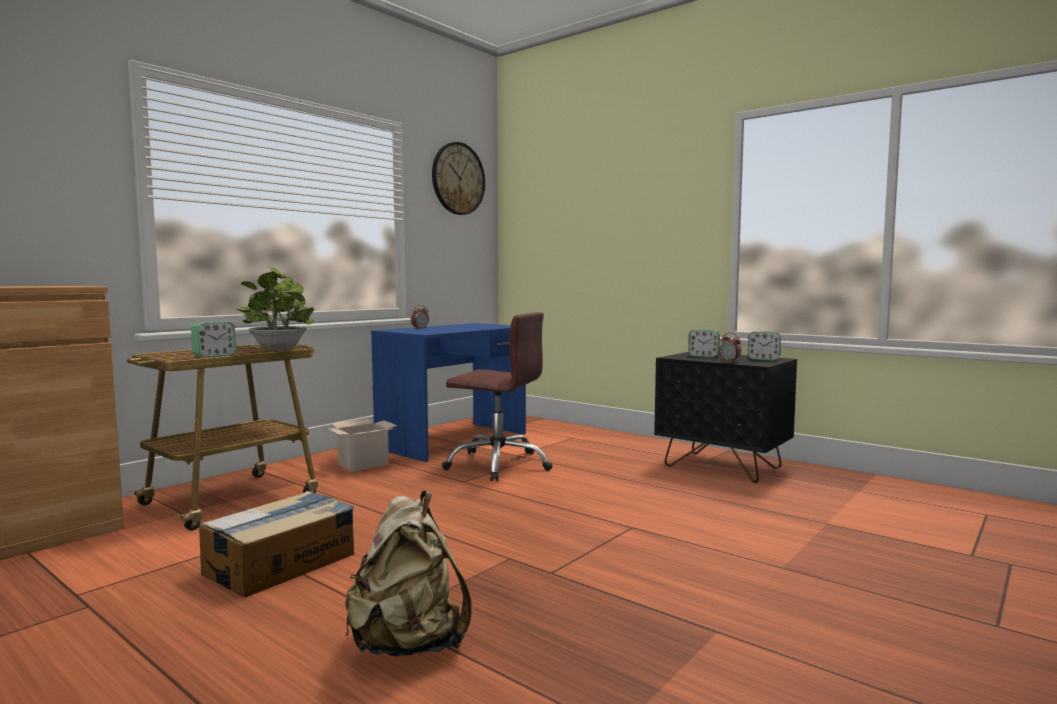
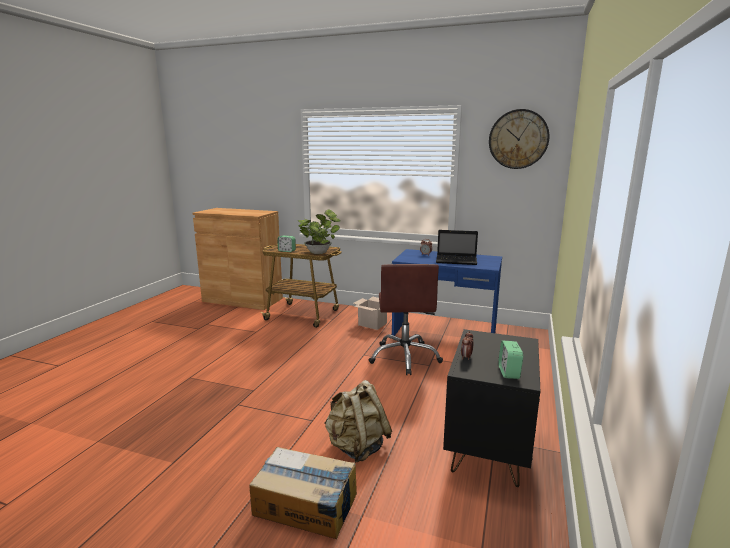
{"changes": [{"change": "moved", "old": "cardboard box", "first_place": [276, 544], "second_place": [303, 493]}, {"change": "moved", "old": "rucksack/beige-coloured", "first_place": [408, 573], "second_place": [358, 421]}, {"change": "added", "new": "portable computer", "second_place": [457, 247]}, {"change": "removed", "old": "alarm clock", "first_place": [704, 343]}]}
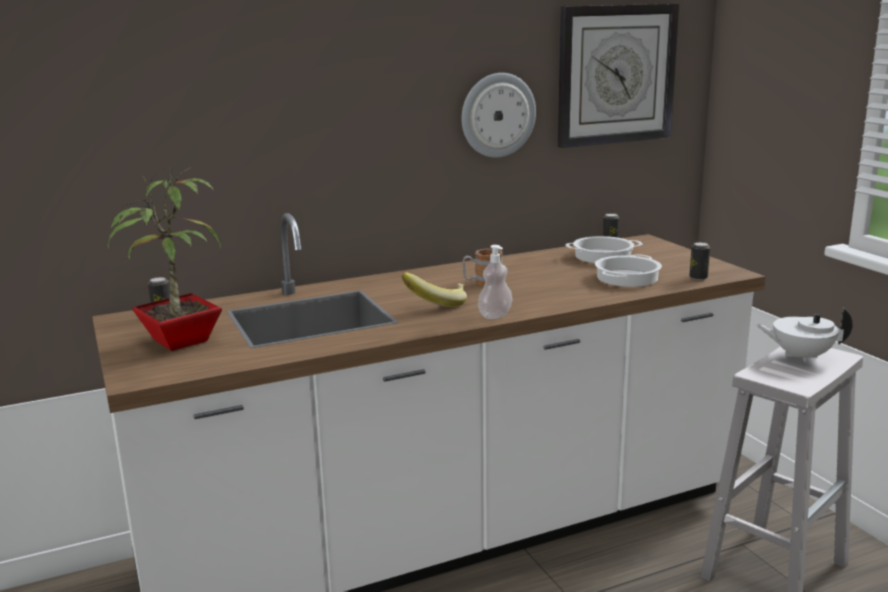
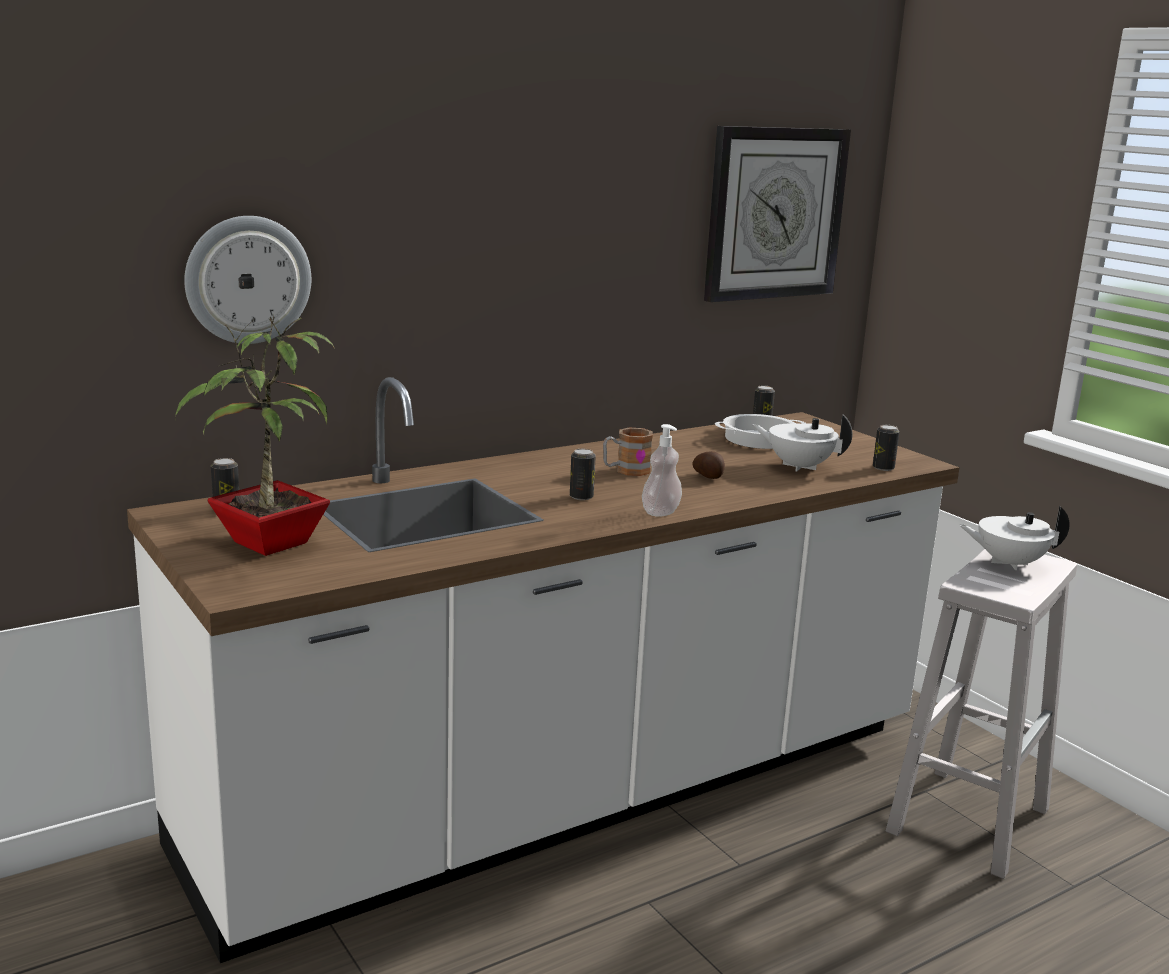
{"changes": [{"change": "moved", "old": "wall clock", "first_place": [498, 115], "second_place": [247, 280]}, {"change": "replaced", "old": "banana", "new": "metal can", "first_place": [434, 289], "second_place": [583, 474]}, {"change": "added", "new": "whole potato", "second_place": [709, 465]}, {"change": "replaced", "old": "cooking pot", "new": "pot for tea/whitish", "first_place": [628, 270], "second_place": [802, 443]}]}
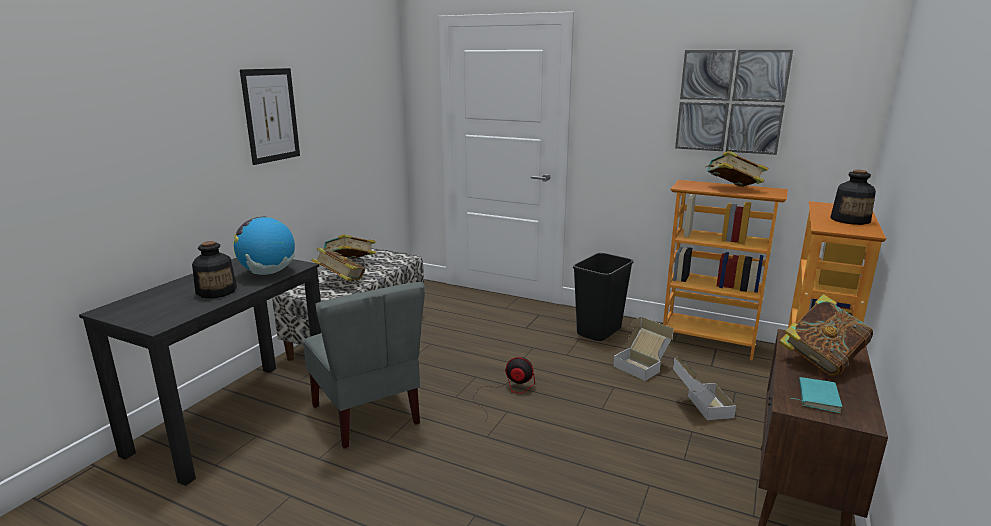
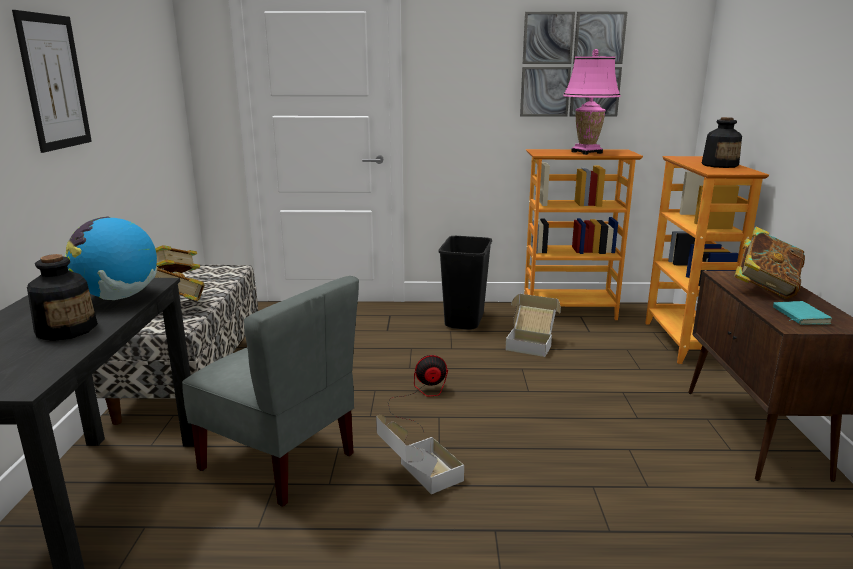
{"changes": [{"change": "moved", "old": "cardboard box", "first_place": [704, 388], "second_place": [420, 454]}, {"change": "replaced", "old": "bound book", "new": "tabletop lamp/pink-coloured", "first_place": [737, 169], "second_place": [592, 102]}]}
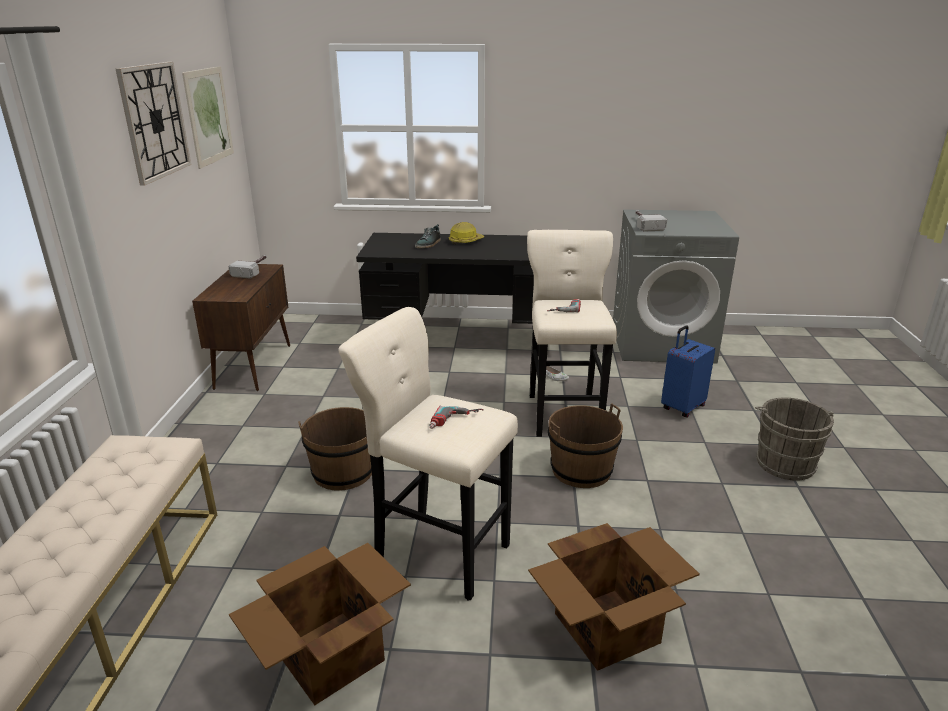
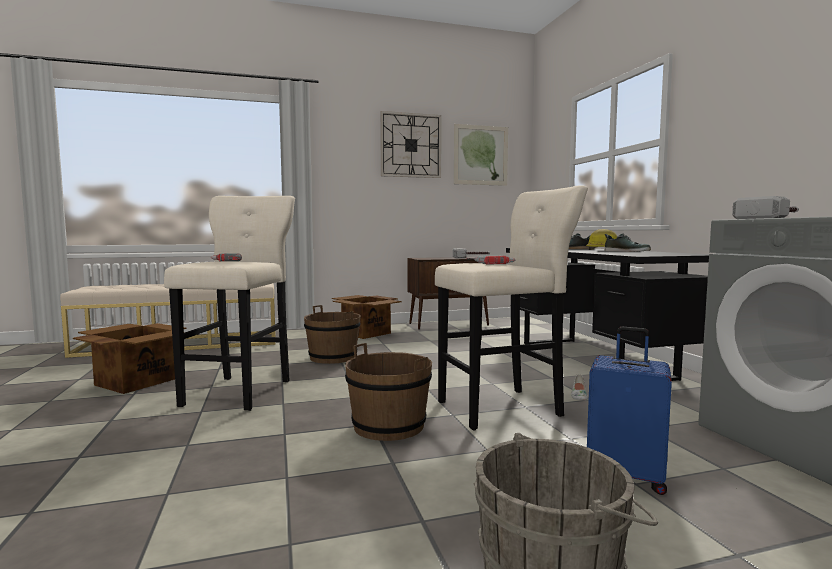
{"changes": [{"change": "moved", "old": "cardboard box", "first_place": [614, 597], "second_place": [367, 317]}, {"change": "added", "new": "item of footwear", "second_place": [628, 242]}]}
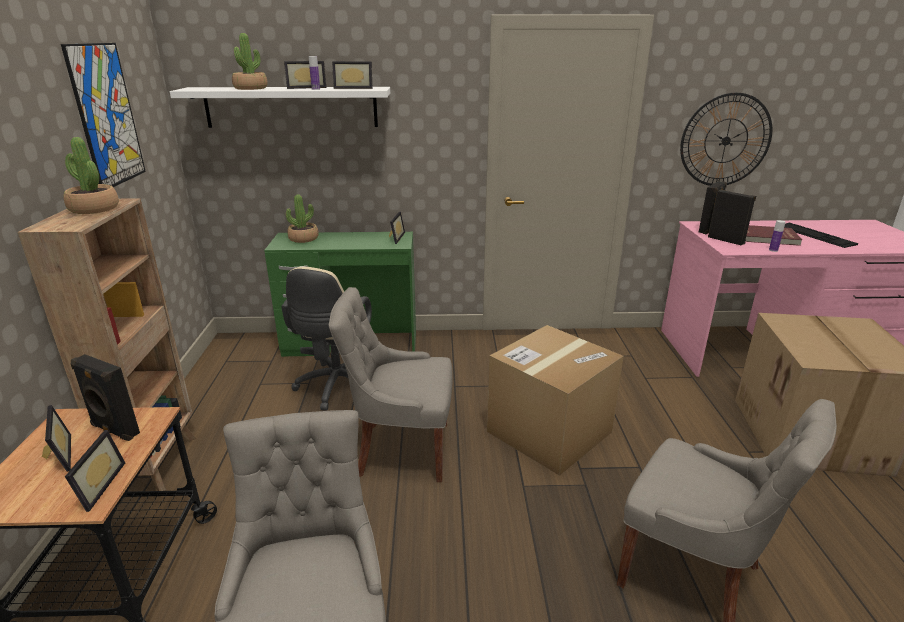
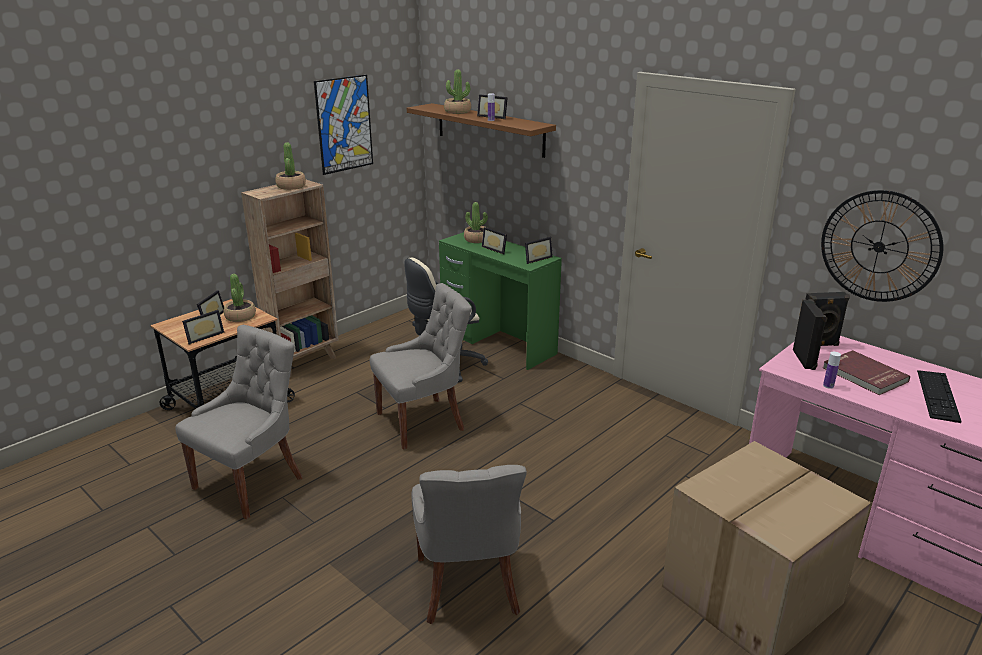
{"changes": [{"change": "replaced", "old": "audio speaker/black-coloured", "new": "houseplant", "first_place": [105, 397], "second_place": [240, 298]}, {"change": "turned", "old": "chair/grey", "first_place": [391, 384], "second_place": [421, 366], "degrees": 105}, {"change": "recoloured", "old": "shelf/whitish", "new": "shelf/brownish", "first_place": [280, 107], "second_place": [481, 130]}, {"change": "moved", "old": "standing frame", "first_place": [352, 75], "second_place": [494, 240]}, {"change": "removed", "old": "cardboard box", "first_place": [555, 400]}]}
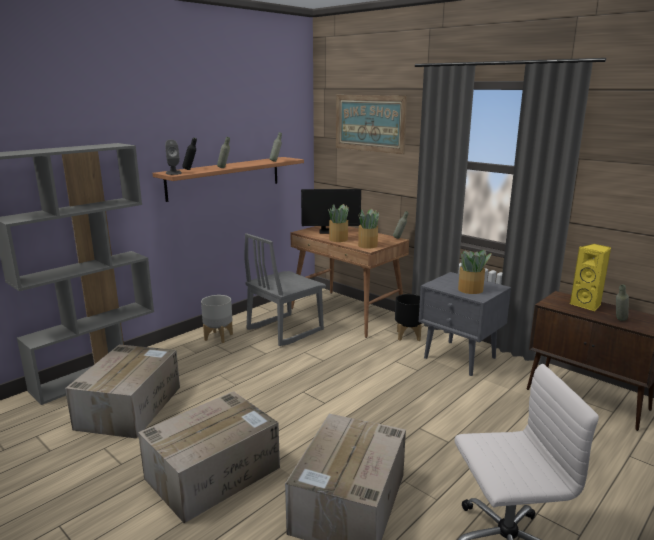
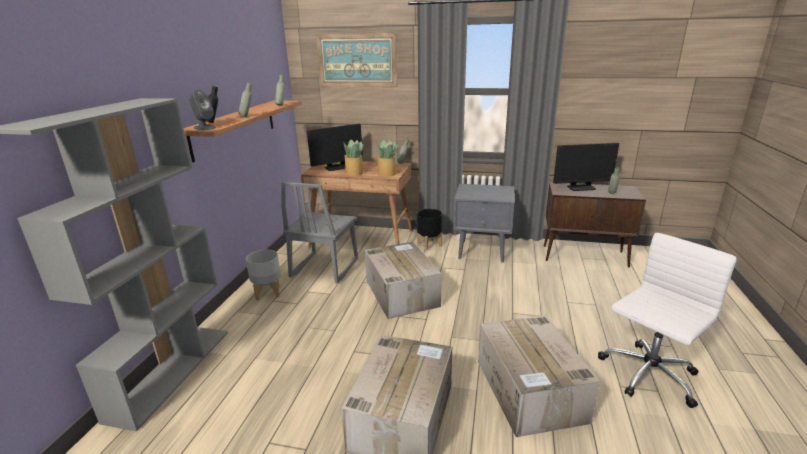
{"changes": [{"change": "moved", "old": "cardboard box", "first_place": [122, 392], "second_place": [403, 280]}, {"change": "replaced", "old": "audio speaker/yellow", "new": "computer screen", "first_place": [590, 277], "second_place": [586, 167]}, {"change": "removed", "old": "houseplant", "first_place": [475, 272]}]}
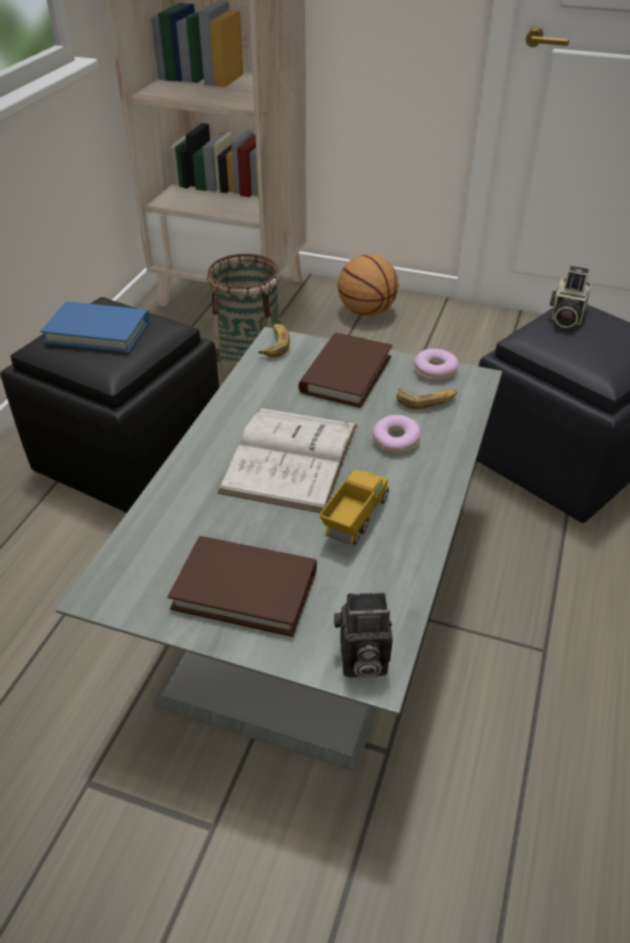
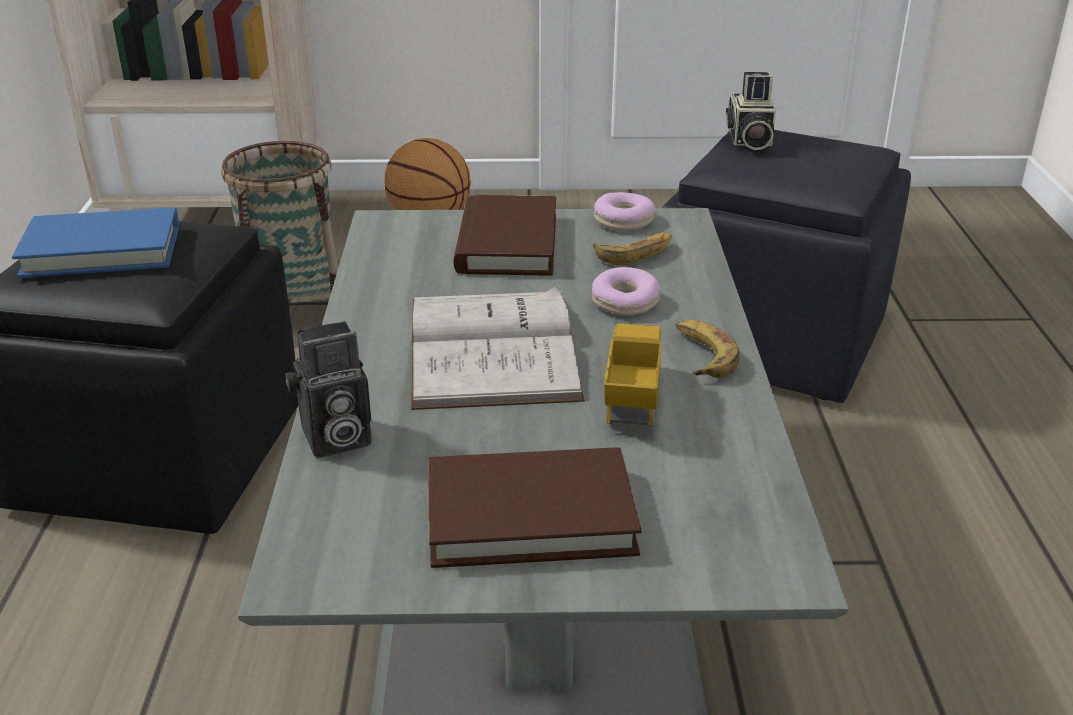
{"changes": [{"change": "moved", "old": "photo camera", "first_place": [363, 635], "second_place": [328, 389]}, {"change": "moved", "old": "banana", "first_place": [274, 341], "second_place": [708, 349]}]}
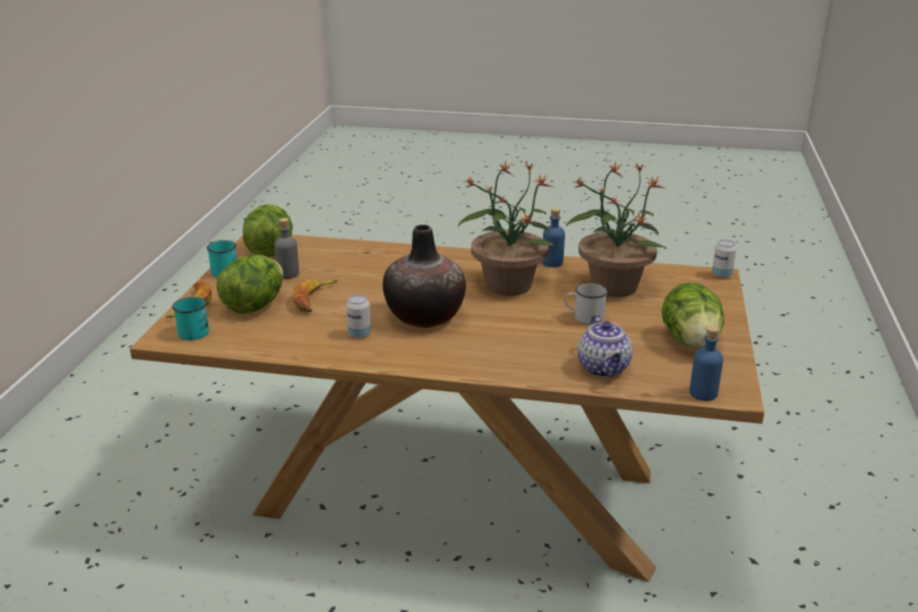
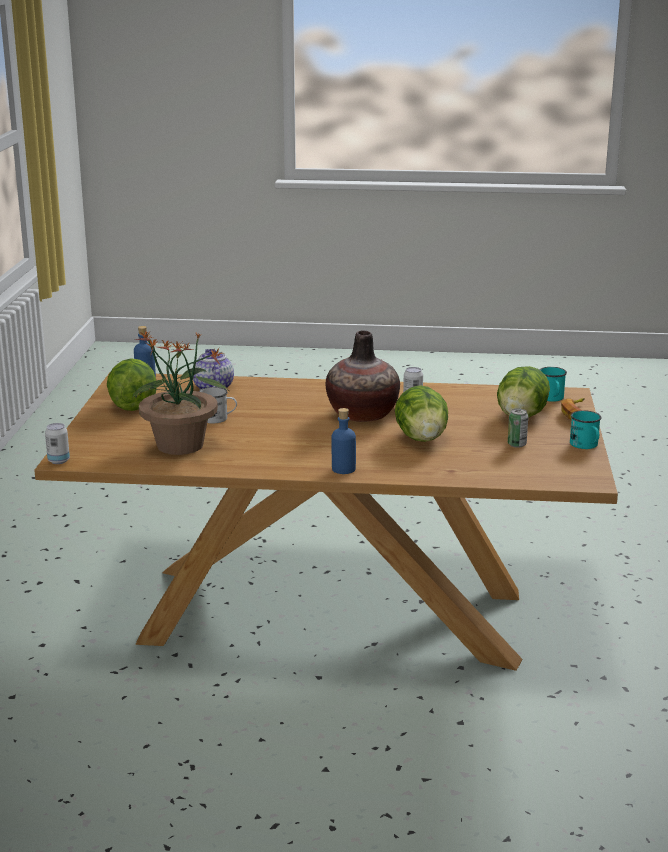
{"changes": [{"change": "moved", "old": "beverage bottle/blue-coloured", "first_place": [553, 237], "second_place": [344, 441]}, {"change": "moved", "old": "lettuce", "first_place": [268, 230], "second_place": [421, 413]}, {"change": "replaced", "old": "beverage bottle/grey", "new": "metal can", "first_place": [286, 248], "second_place": [518, 428]}, {"change": "removed", "old": "banana", "first_place": [315, 296]}, {"change": "removed", "old": "houseplant", "first_place": [507, 228]}]}
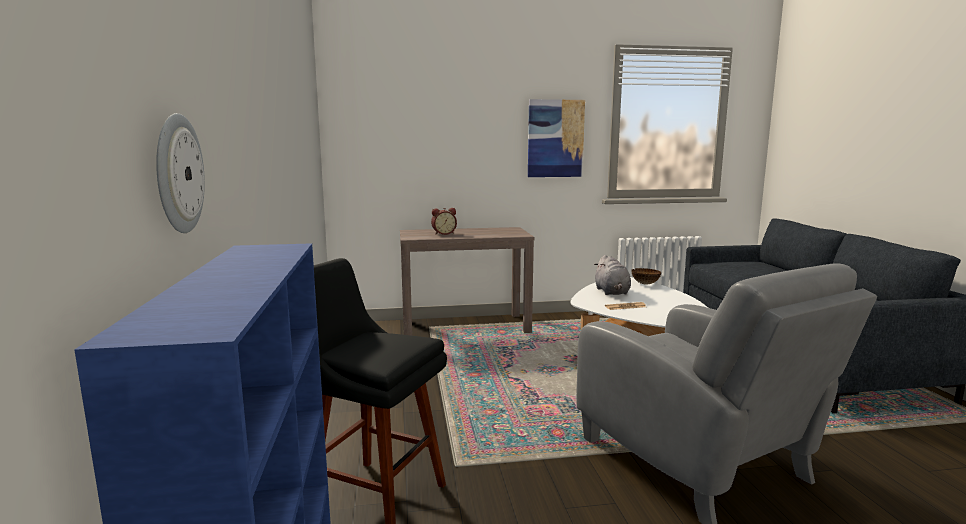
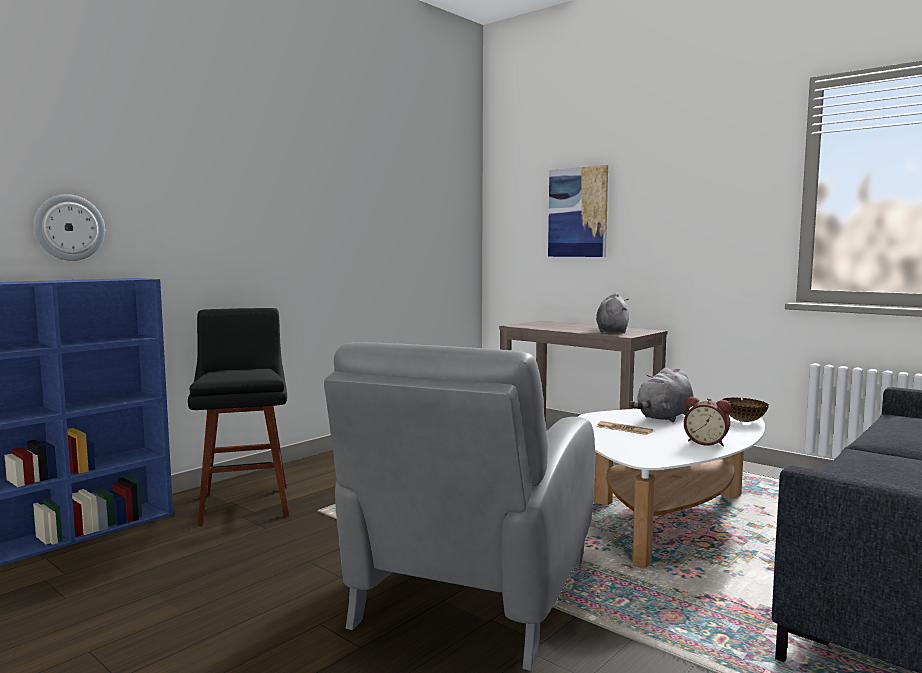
{"changes": [{"change": "moved", "old": "wall picture", "first_place": [556, 138], "second_place": [578, 211]}, {"change": "added", "new": "plush toy/grey", "second_place": [612, 313]}, {"change": "moved", "old": "alarm clock", "first_place": [444, 221], "second_place": [707, 421]}]}
